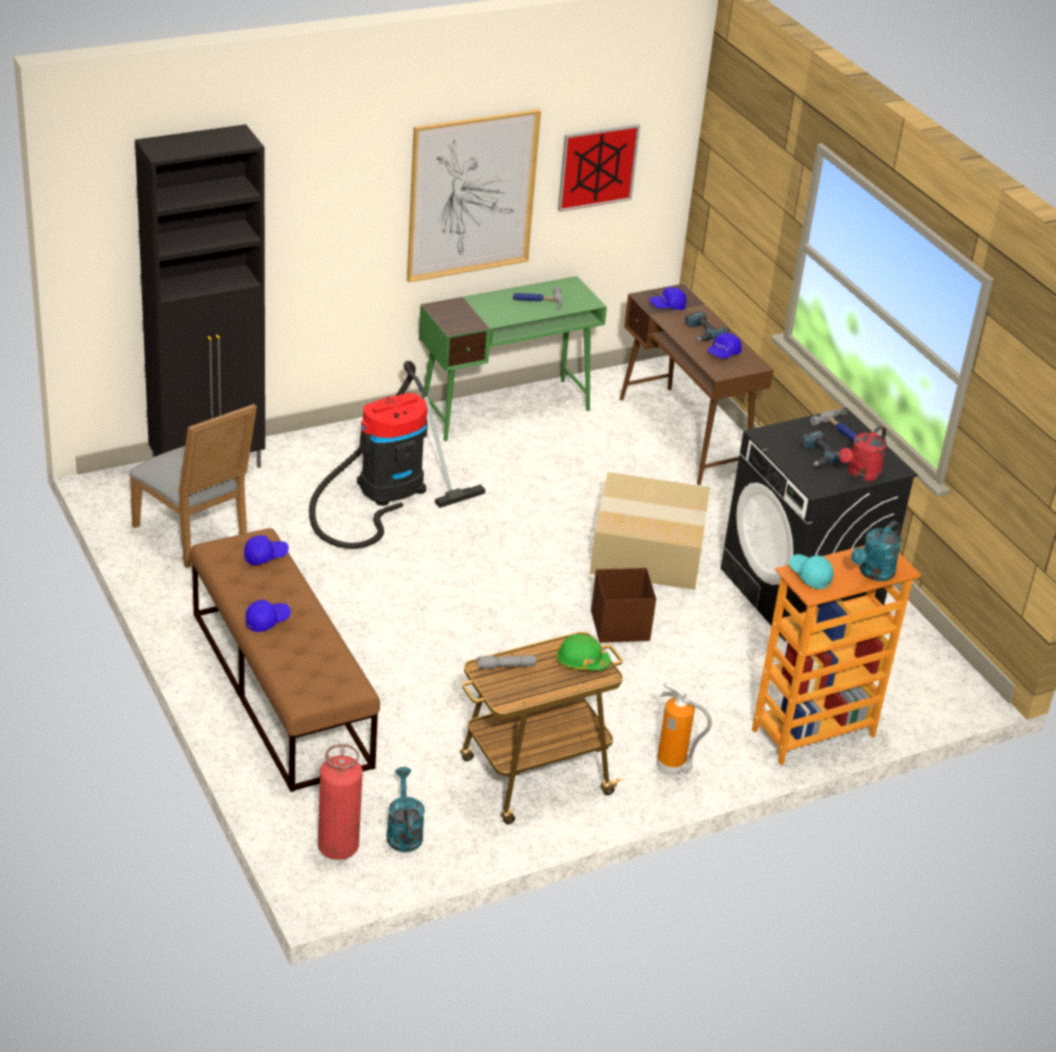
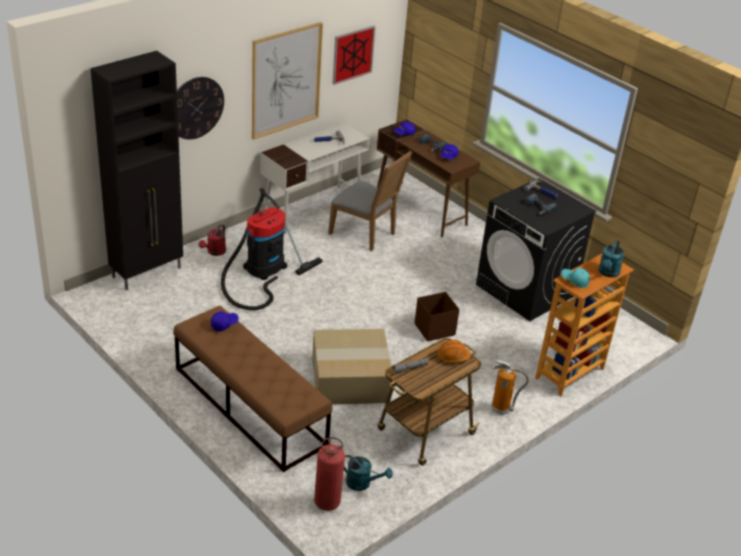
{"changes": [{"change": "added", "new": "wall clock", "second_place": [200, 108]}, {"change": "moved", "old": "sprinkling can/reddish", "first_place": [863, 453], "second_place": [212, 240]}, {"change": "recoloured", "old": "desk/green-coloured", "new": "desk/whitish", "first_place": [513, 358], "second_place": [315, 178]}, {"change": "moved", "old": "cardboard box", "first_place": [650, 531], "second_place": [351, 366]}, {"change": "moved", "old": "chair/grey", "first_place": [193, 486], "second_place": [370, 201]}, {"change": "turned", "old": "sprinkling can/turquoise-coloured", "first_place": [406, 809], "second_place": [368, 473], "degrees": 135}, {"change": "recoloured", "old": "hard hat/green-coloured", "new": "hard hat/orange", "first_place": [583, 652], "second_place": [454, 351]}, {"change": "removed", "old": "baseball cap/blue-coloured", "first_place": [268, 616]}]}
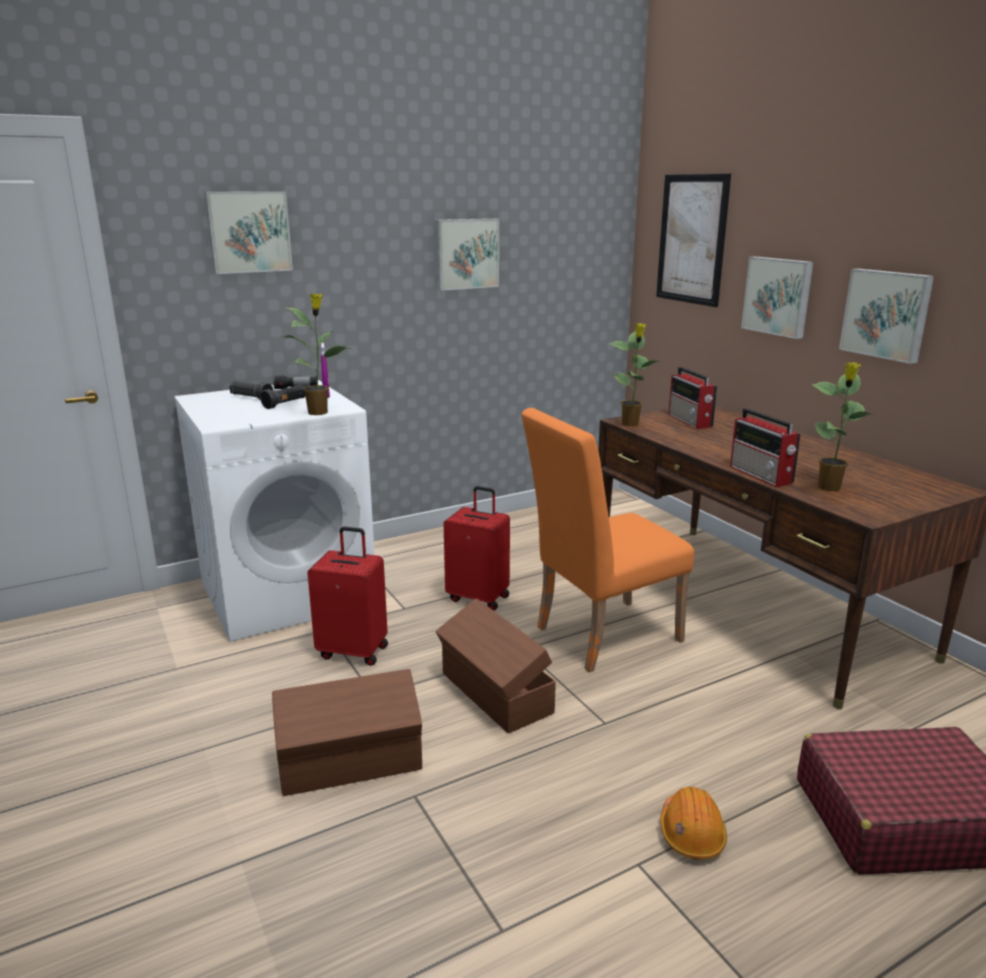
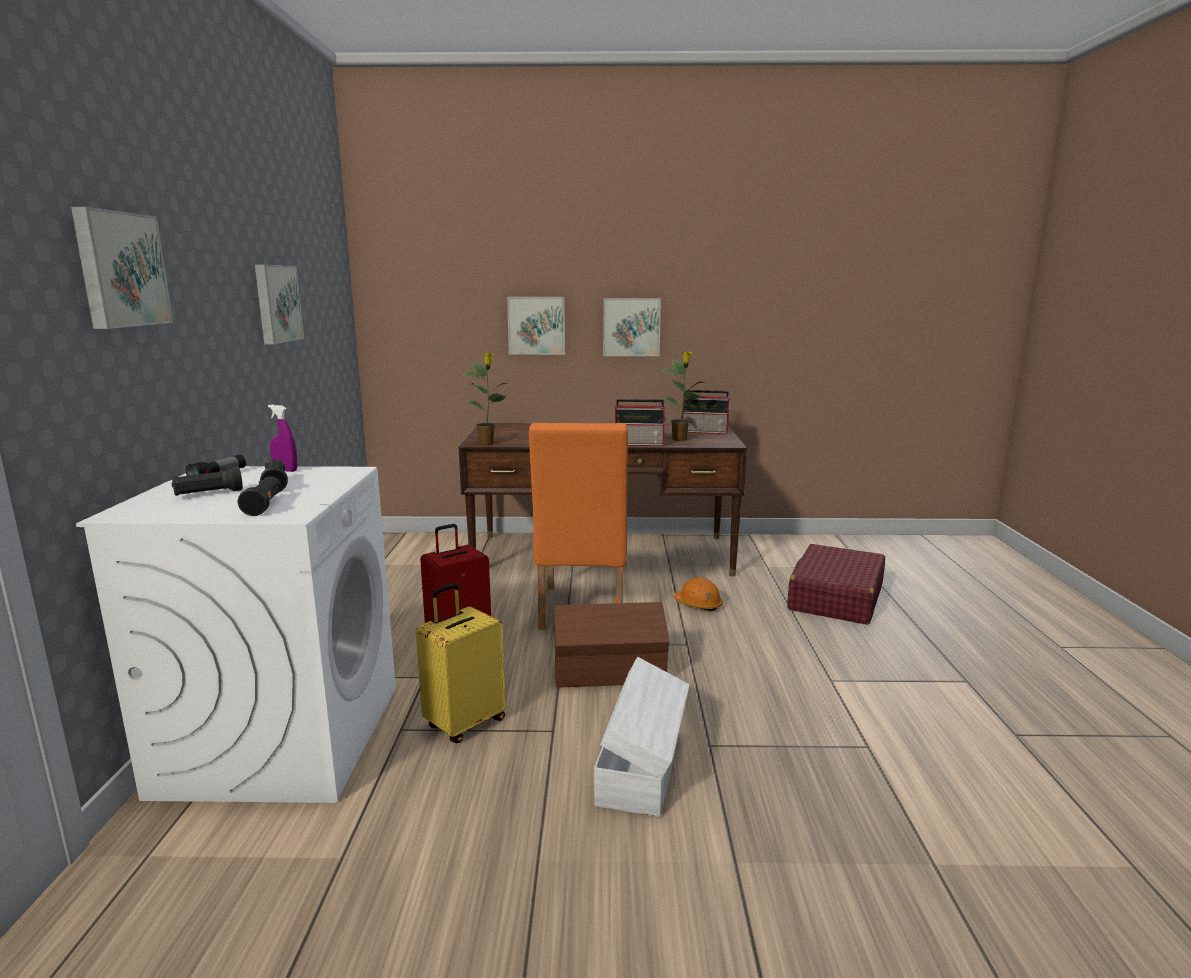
{"changes": [{"change": "added", "new": "torch/black-coloured", "second_place": [259, 496]}, {"change": "recoloured", "old": "piece of luggage/reddish", "new": "piece of luggage/yellow", "first_place": [347, 596], "second_place": [461, 663]}, {"change": "recoloured", "old": "storage bin/brownish", "new": "storage bin/whitish", "first_place": [347, 732], "second_place": [641, 737]}, {"change": "moved", "old": "hard hat/orange", "first_place": [693, 823], "second_place": [698, 594]}, {"change": "moved", "old": "radio receiver", "first_place": [692, 398], "second_place": [706, 412]}, {"change": "removed", "old": "houseplant", "first_place": [318, 354]}, {"change": "removed", "old": "wall picture", "first_place": [693, 240]}]}
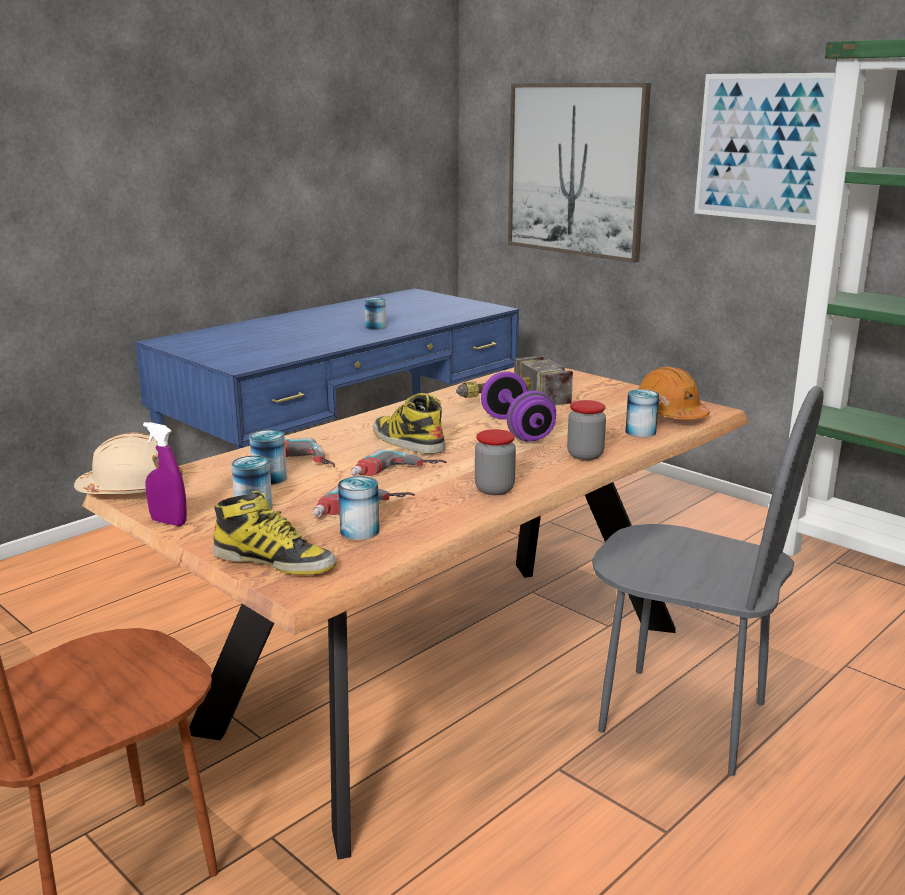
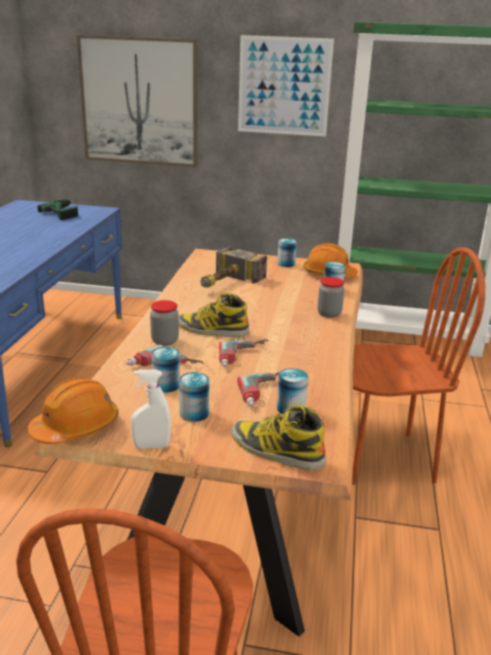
{"changes": [{"change": "recoloured", "old": "hard hat/beige-coloured", "new": "hard hat/orange", "first_place": [128, 463], "second_place": [73, 411]}, {"change": "added", "new": "power drill", "second_place": [57, 209]}, {"change": "recoloured", "old": "hand sprayer/purple-coloured", "new": "hand sprayer/whitish", "first_place": [165, 474], "second_place": [151, 409]}, {"change": "moved", "old": "preserve jar", "first_place": [495, 462], "second_place": [164, 323]}, {"change": "turned", "old": "tall boot", "first_place": [275, 532], "second_place": [278, 437], "degrees": -135}, {"change": "moved", "old": "metal can", "first_place": [375, 314], "second_place": [287, 252]}, {"change": "recoloured", "old": "chair/grey", "new": "chair/brownish", "first_place": [707, 581], "second_place": [418, 366]}, {"change": "removed", "old": "hand weight/purple-coloured", "first_place": [518, 406]}]}
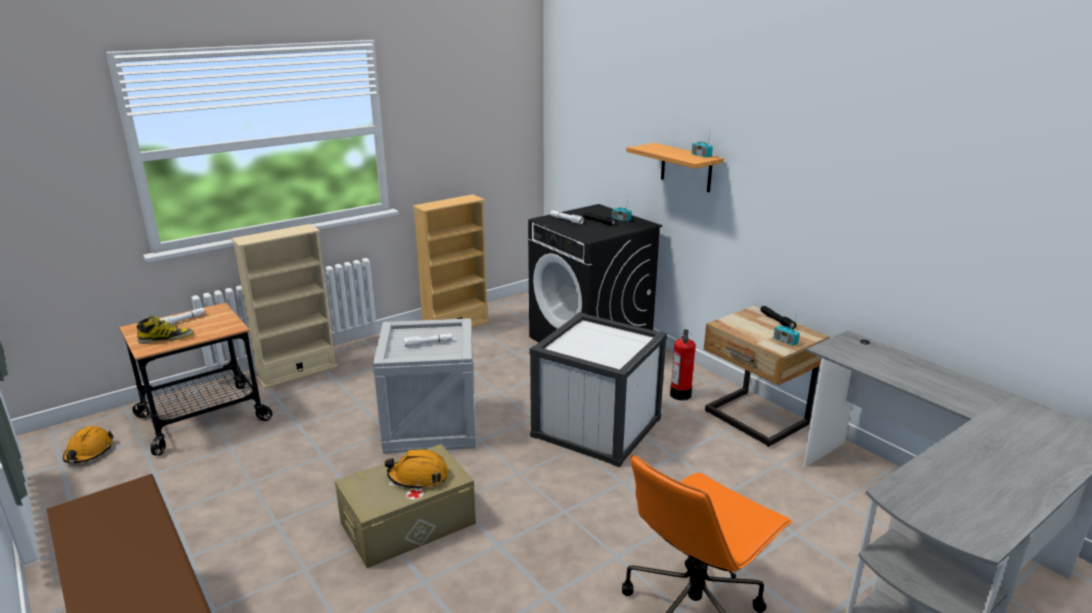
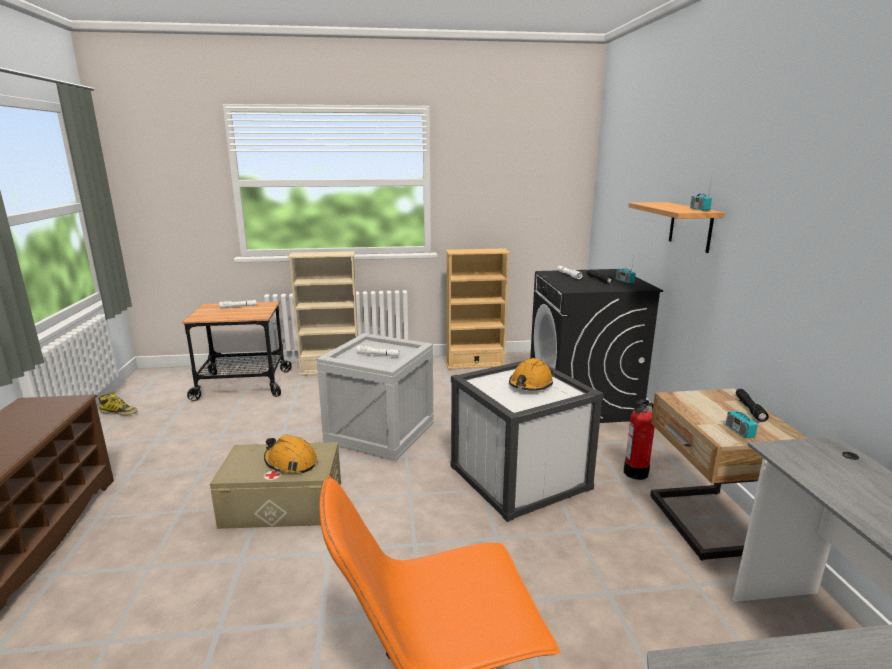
{"changes": [{"change": "moved", "old": "tall boot", "first_place": [165, 329], "second_place": [118, 404]}, {"change": "moved", "old": "hard hat/orange", "first_place": [88, 444], "second_place": [531, 374]}]}
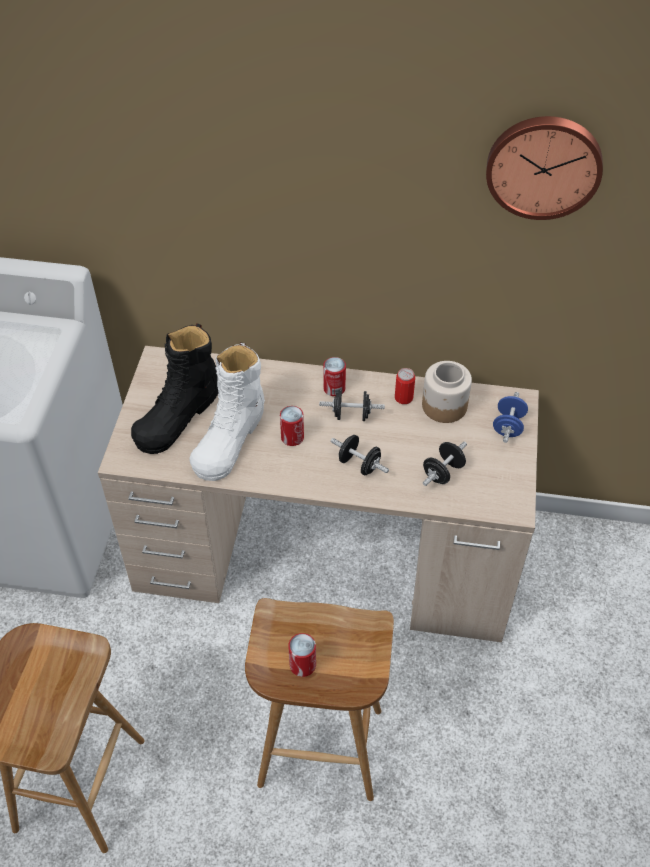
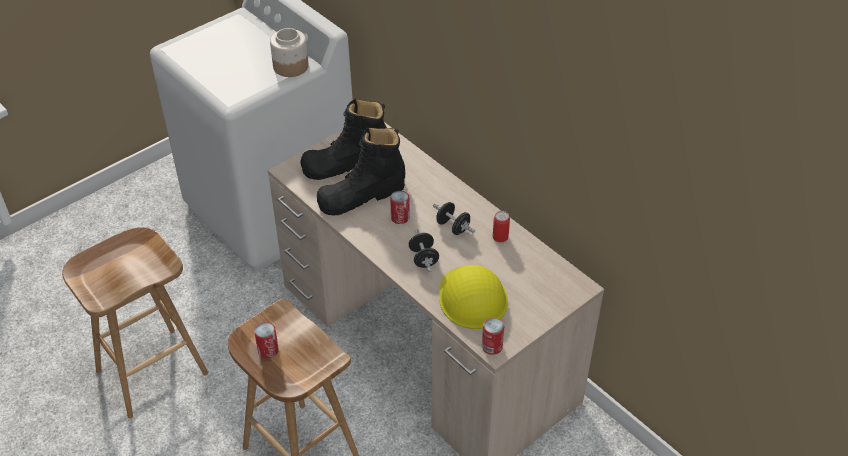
{"changes": [{"change": "moved", "old": "preserve jar", "first_place": [447, 392], "second_place": [289, 52]}, {"change": "recoloured", "old": "tall boot/whitish", "new": "tall boot/black-coloured", "first_place": [227, 411], "second_place": [361, 171]}, {"change": "replaced", "old": "hand weight/black-coloured", "new": "hard hat/yellow", "first_place": [445, 463], "second_place": [473, 297]}, {"change": "moved", "old": "metal can", "first_place": [334, 376], "second_place": [493, 336]}, {"change": "removed", "old": "wall clock", "first_place": [544, 168]}, {"change": "removed", "old": "hand weight/blue-coloured", "first_place": [510, 417]}]}
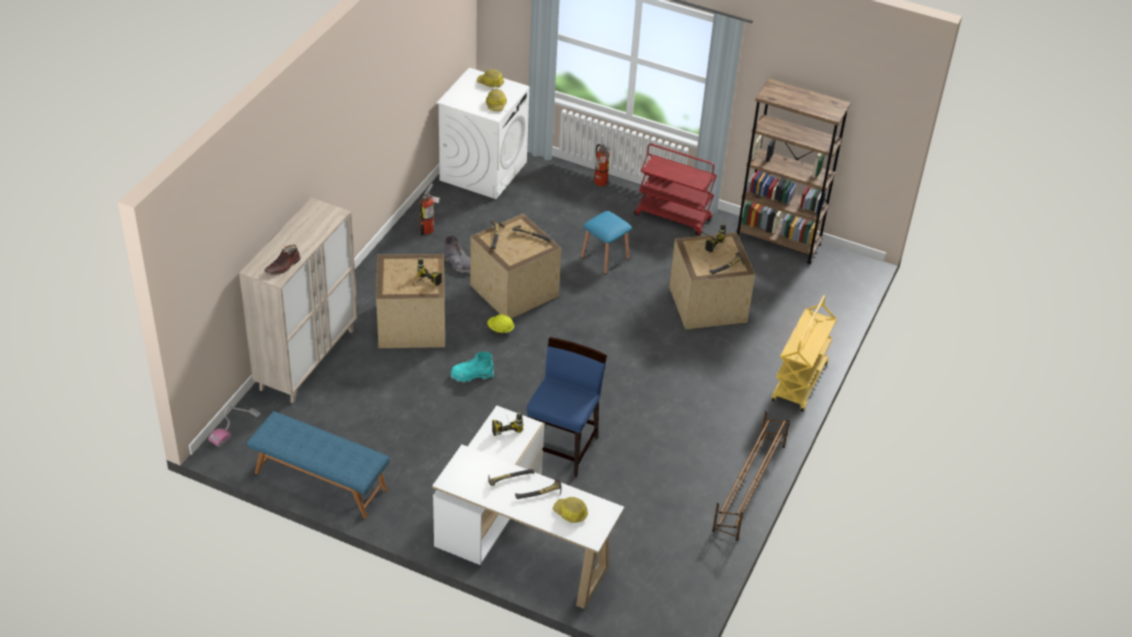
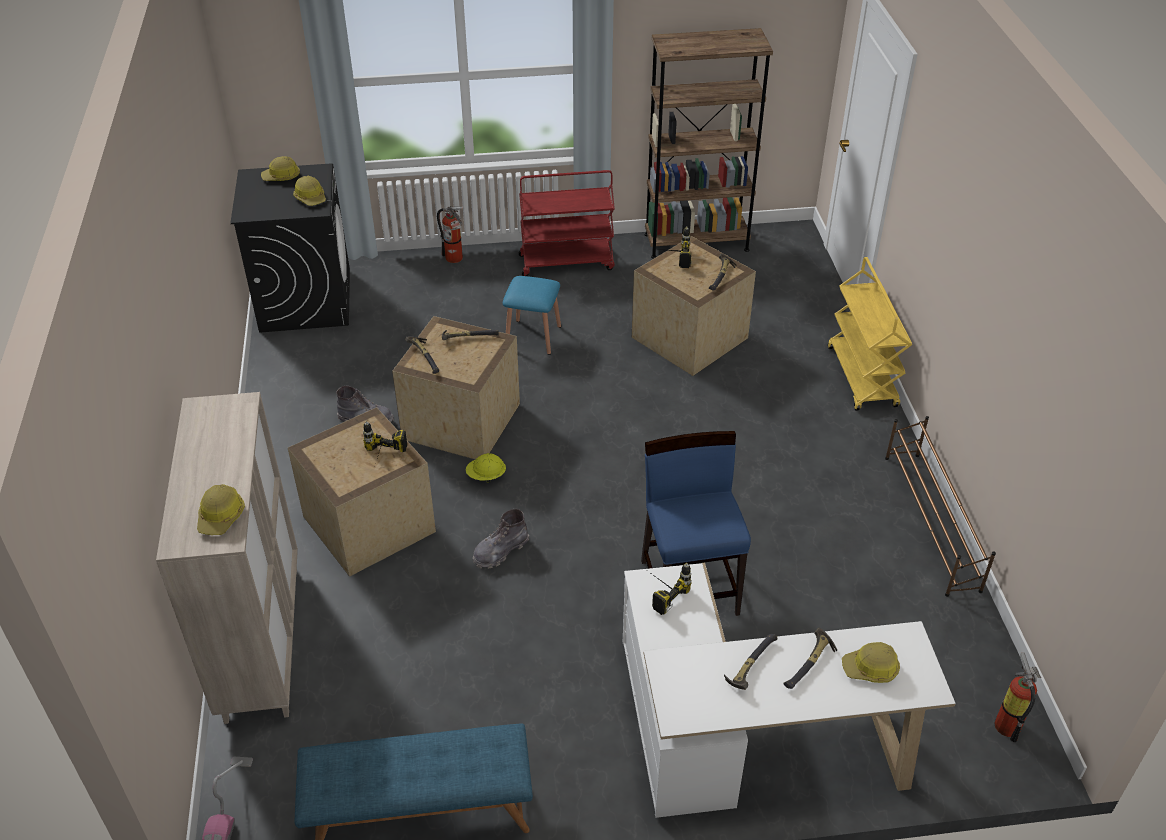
{"changes": [{"change": "replaced", "old": "tall boot/brownish", "new": "hard hat", "first_place": [282, 260], "second_place": [221, 509]}, {"change": "recoloured", "old": "laundry appliance/whitish", "new": "laundry appliance/black-coloured", "first_place": [483, 133], "second_place": [290, 248]}, {"change": "recoloured", "old": "tall boot/turquoise-coloured", "new": "tall boot/grey", "first_place": [472, 367], "second_place": [501, 539]}, {"change": "moved", "old": "fire extinguisher", "first_place": [430, 209], "second_place": [1017, 697]}]}
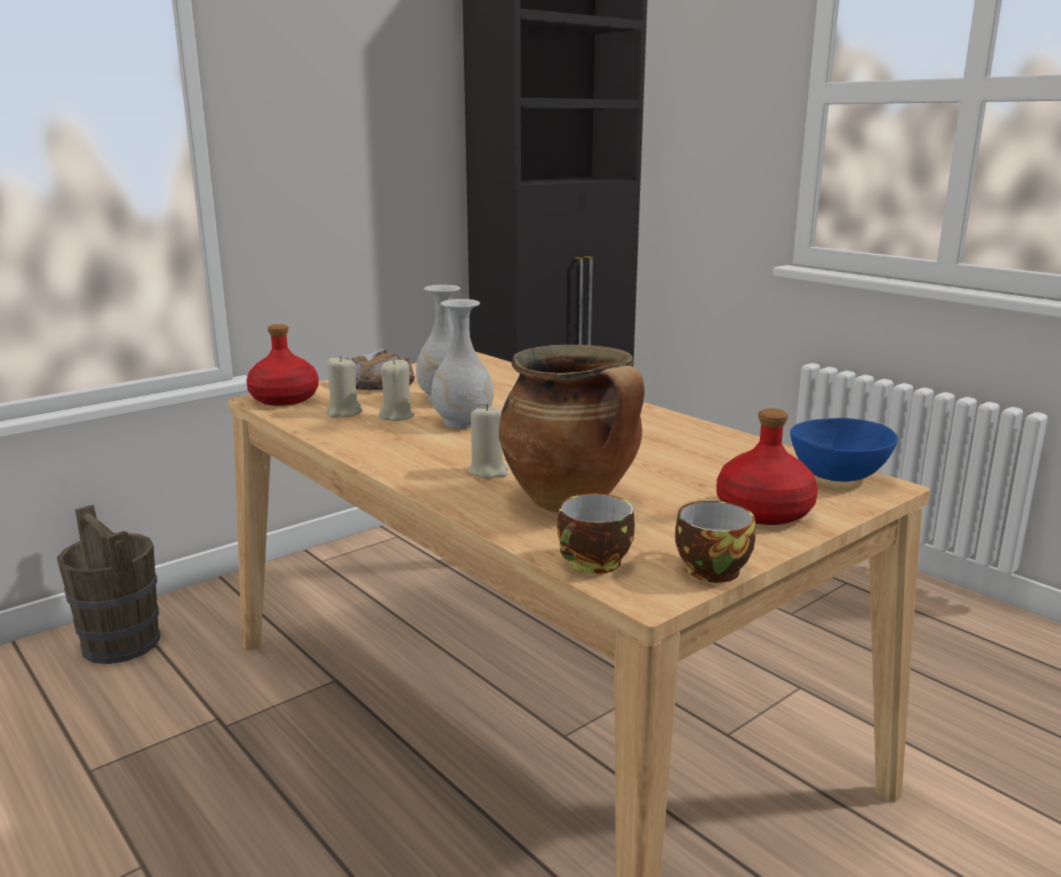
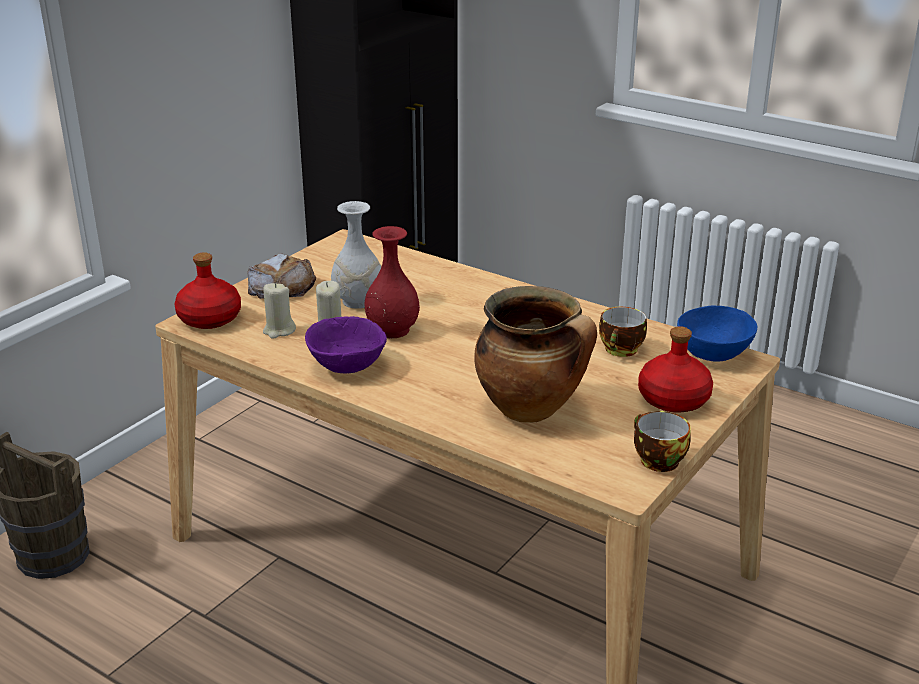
{"changes": [{"change": "added", "new": "serving bowl/purple-coloured", "second_place": [346, 344]}, {"change": "recoloured", "old": "vase/whitish", "new": "vase/reddish", "first_place": [462, 364], "second_place": [392, 282]}, {"change": "moved", "old": "small cup", "first_place": [596, 534], "second_place": [623, 332]}, {"change": "removed", "old": "candle/beige-coloured", "first_place": [488, 441]}]}
